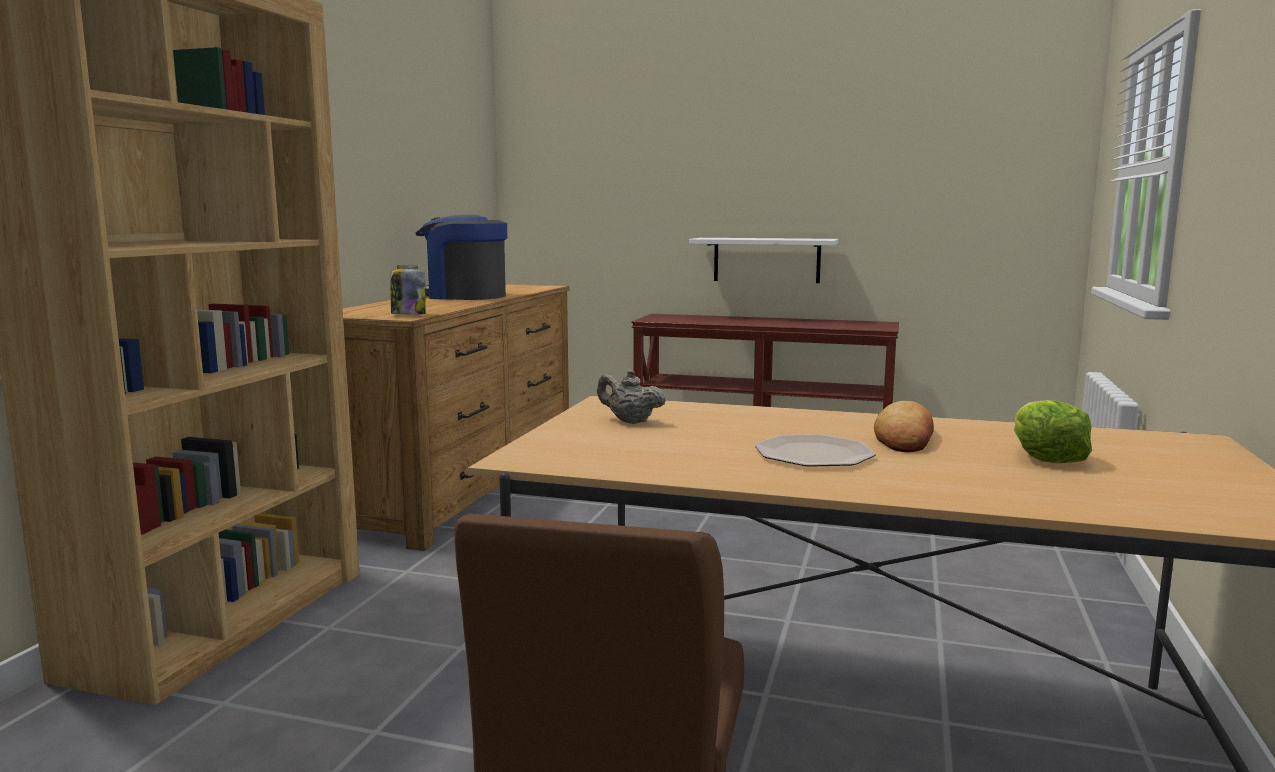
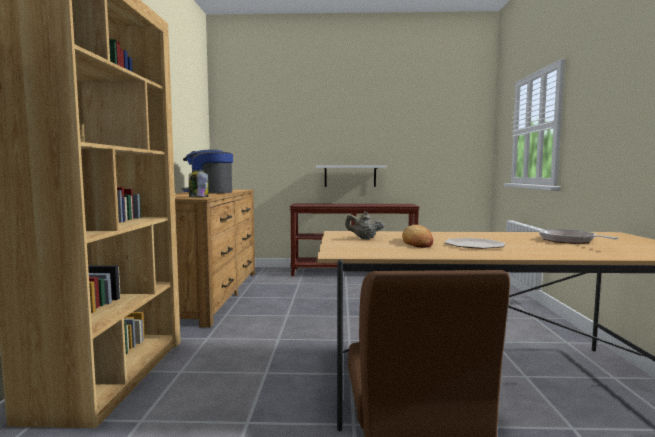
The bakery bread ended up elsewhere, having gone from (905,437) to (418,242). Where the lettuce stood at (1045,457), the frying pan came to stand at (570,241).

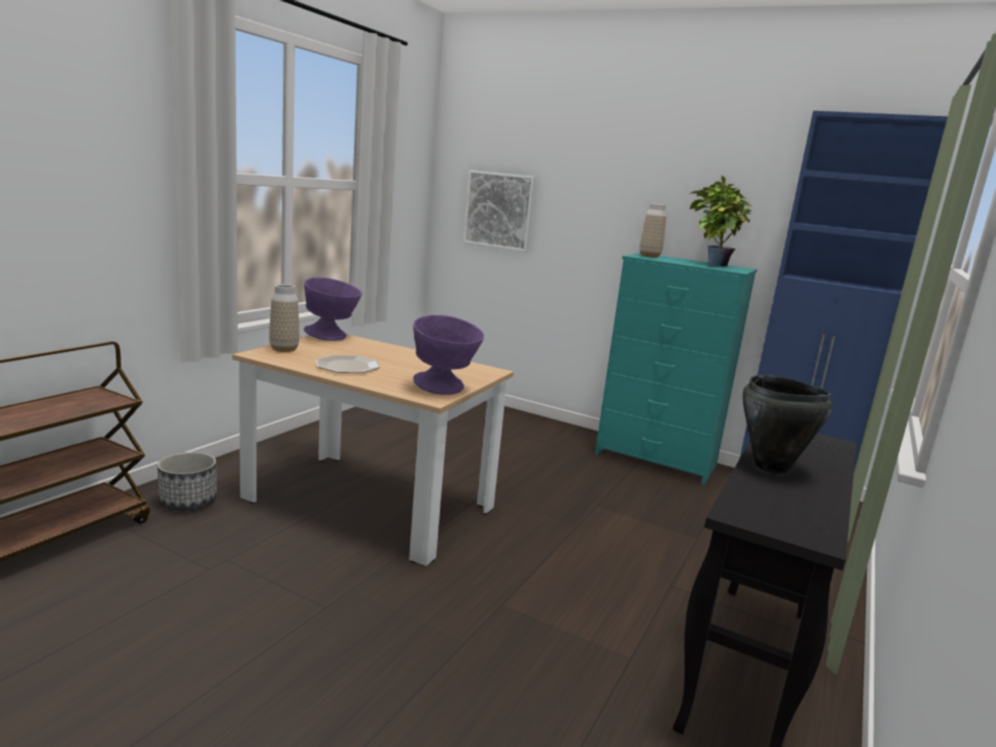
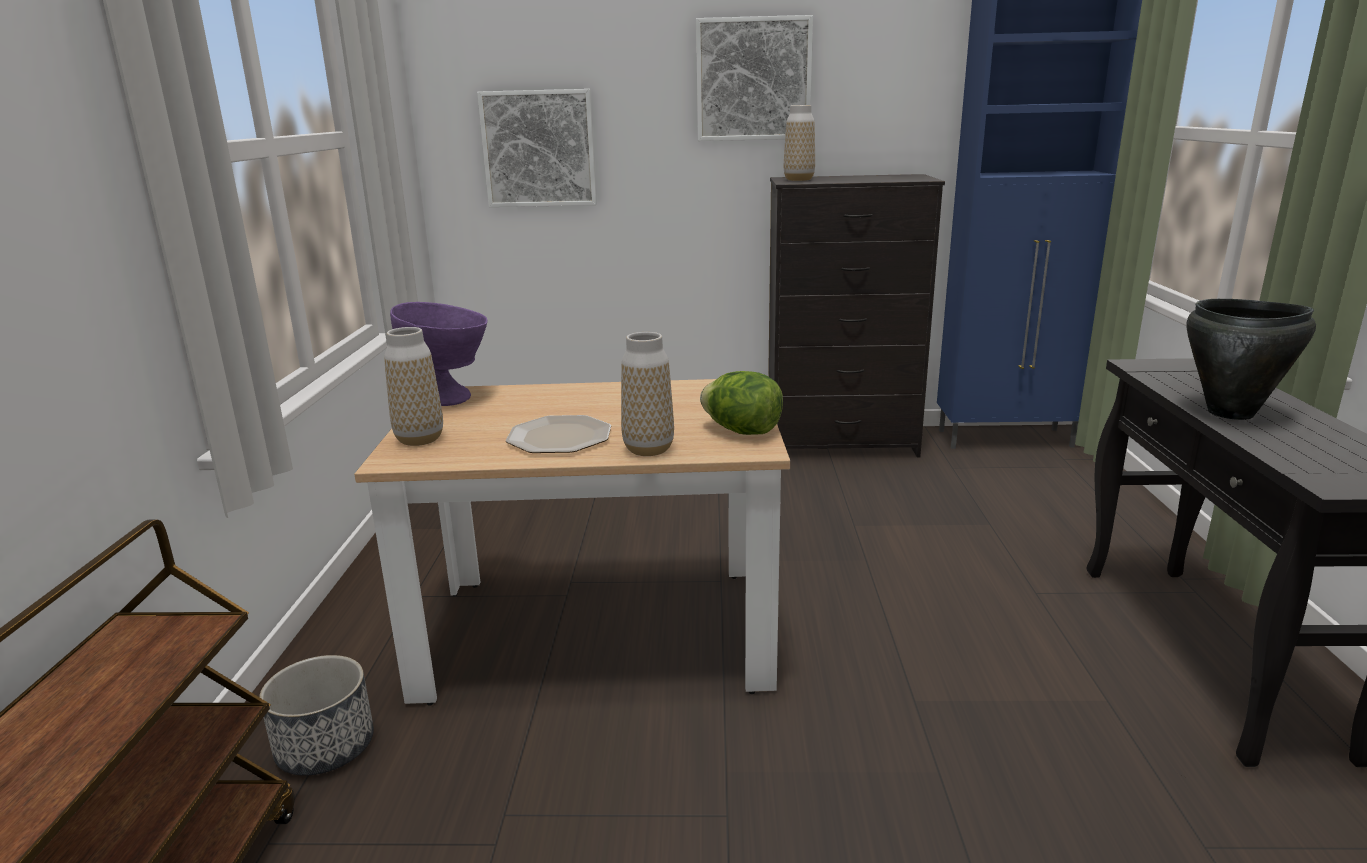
The second view lost the plant in a pot at (711,265). The second view gained the vase at (648,449). The second view gained the wall art at (753,79). Where the purplish deep dish stood at (444,389), the lettuce came to stand at (742,431). What was the blue-green drawer chest at (656,460) turned into the black drawer chest at (842,444).

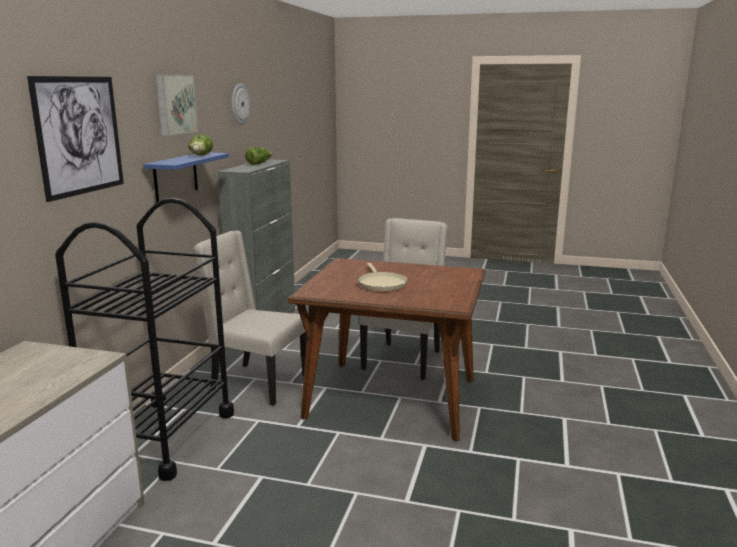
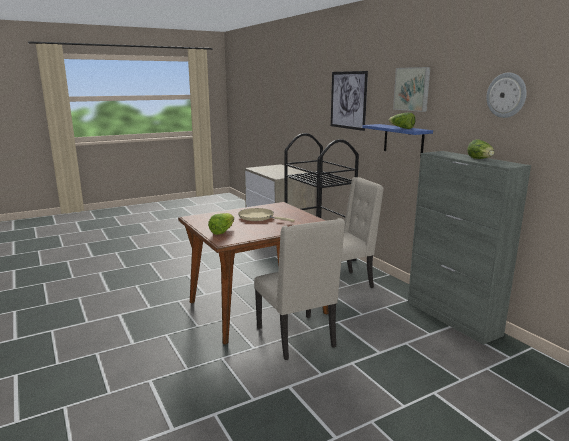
The second view gained the lettuce at (222,231).

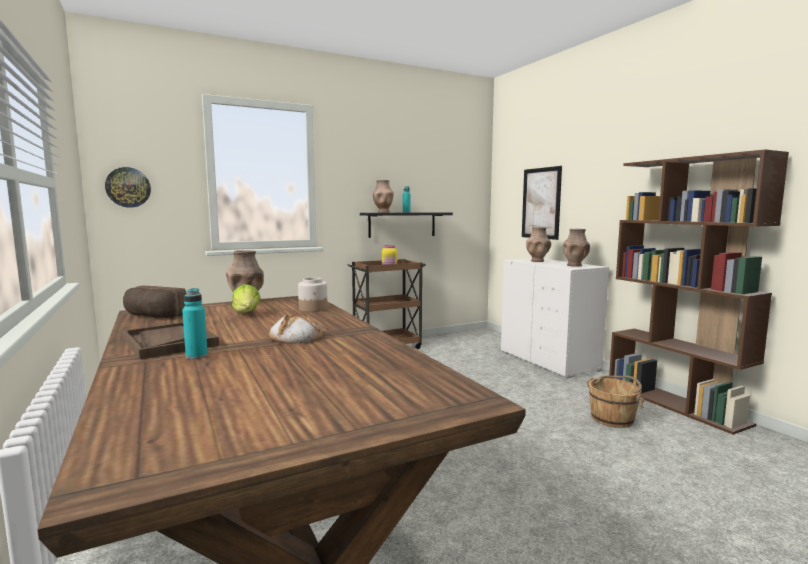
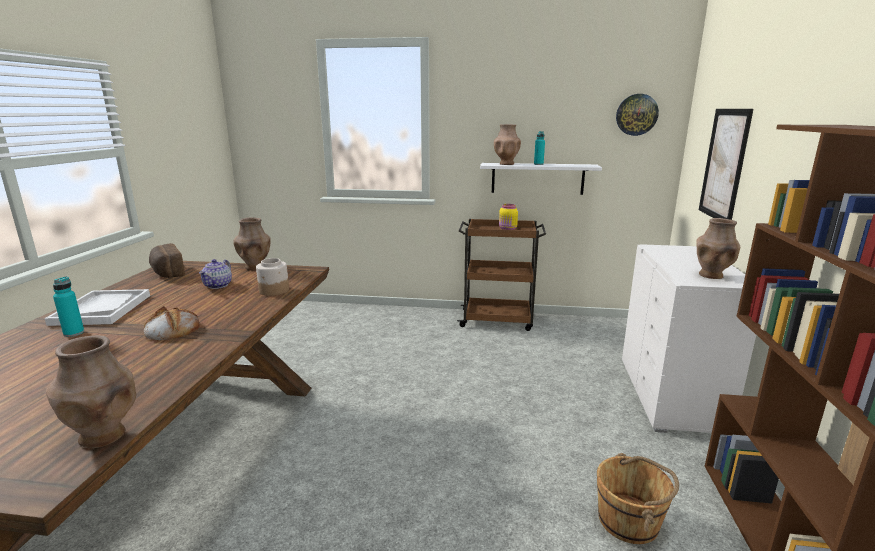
The wall clock ended up elsewhere, having gone from (128,187) to (636,114). The brownish vase ended up elsewhere, having gone from (537,261) to (104,436). Where the lettuce stood at (247,314), the tea pot came to stand at (218,285). What was the brownish carrying tray at (169,342) turned into the white-coloured carrying tray at (102,309). What was the black wall shelf at (402,224) turned into the white-coloured wall shelf at (537,178).

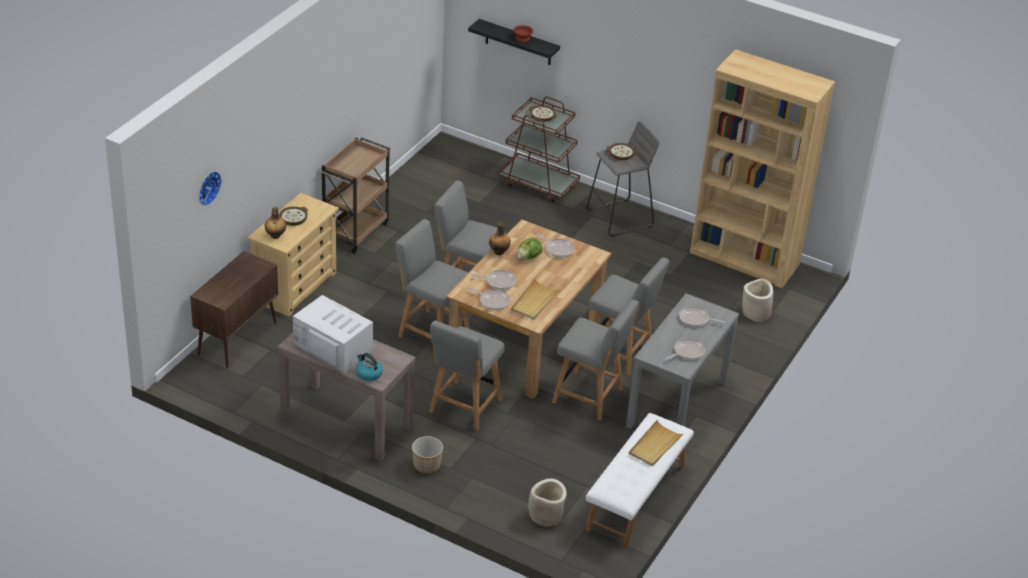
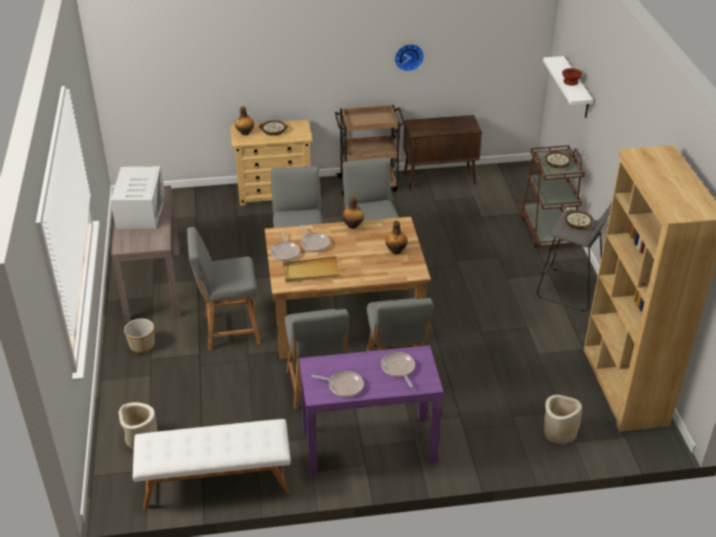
The second view lost the kettle at (368,374). The second view lost the lettuce at (528,257). The second view lost the beige-coloured carrying tray at (655,445). The brownish cabinet ended up elsewhere, having gone from (238,338) to (440,179). The wall clock ended up elsewhere, having gone from (207,187) to (408,56). Where the frying pan stood at (558,249), the bottle came to stand at (396,251). What was the black wall shelf at (518,42) turned into the white-coloured wall shelf at (576,88). What was the gray console table at (677,404) turned into the purplish console table at (368,445).

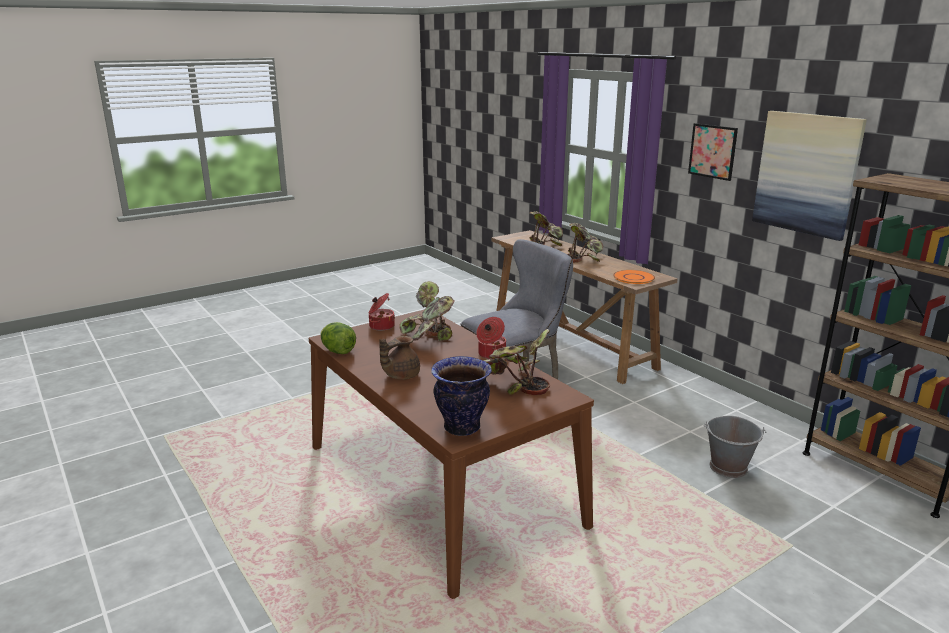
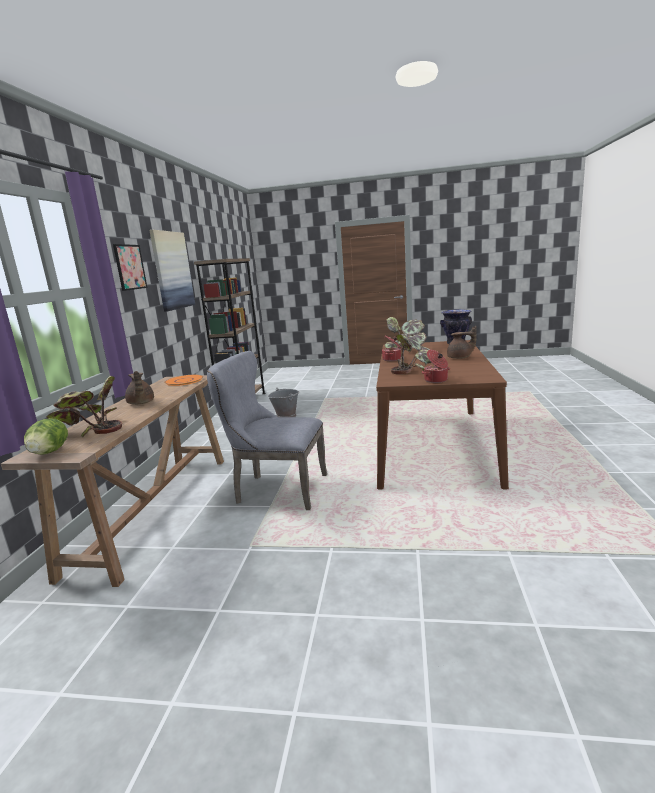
The lettuce ended up elsewhere, having gone from (338,351) to (49,452). Where the plant in a pot stood at (583,258), the brownish tea pot came to stand at (140,403).

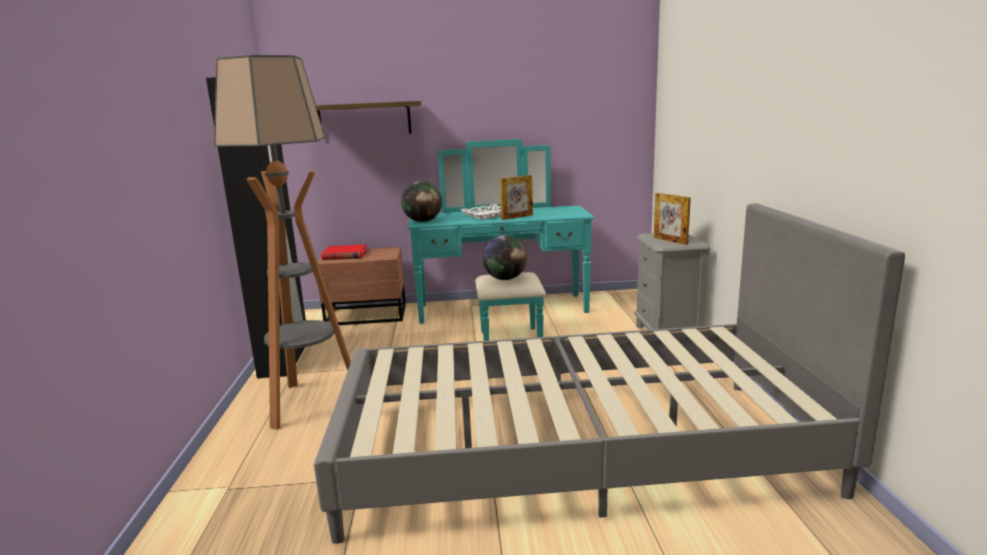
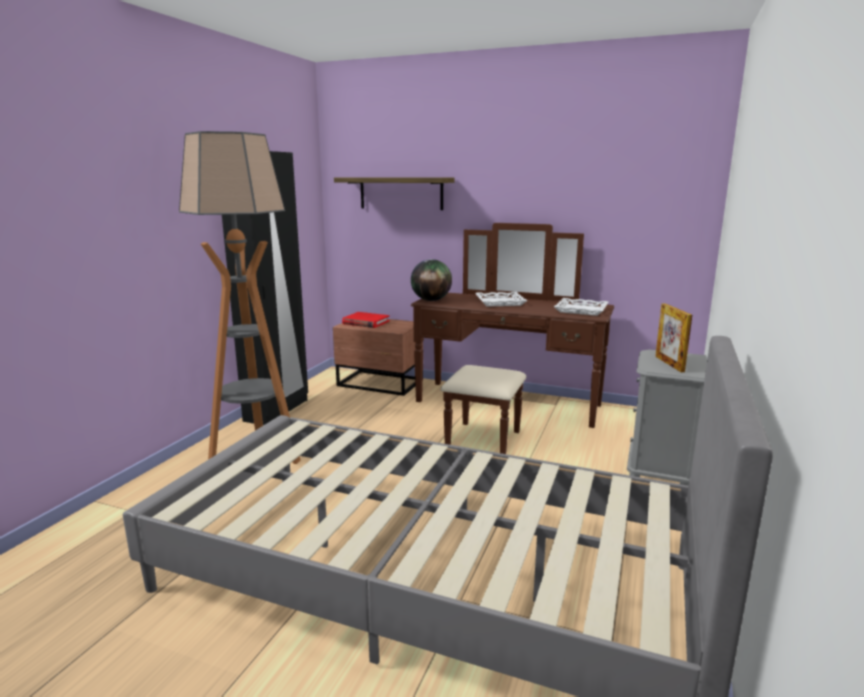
The second view lost the world globe at (505,279). The second view lost the standing frame at (517,217). The second view gained the white-coloured carrying tray at (581,310). What was the blue-green drawer chest at (505,315) turned into the brownish drawer chest at (503,411).

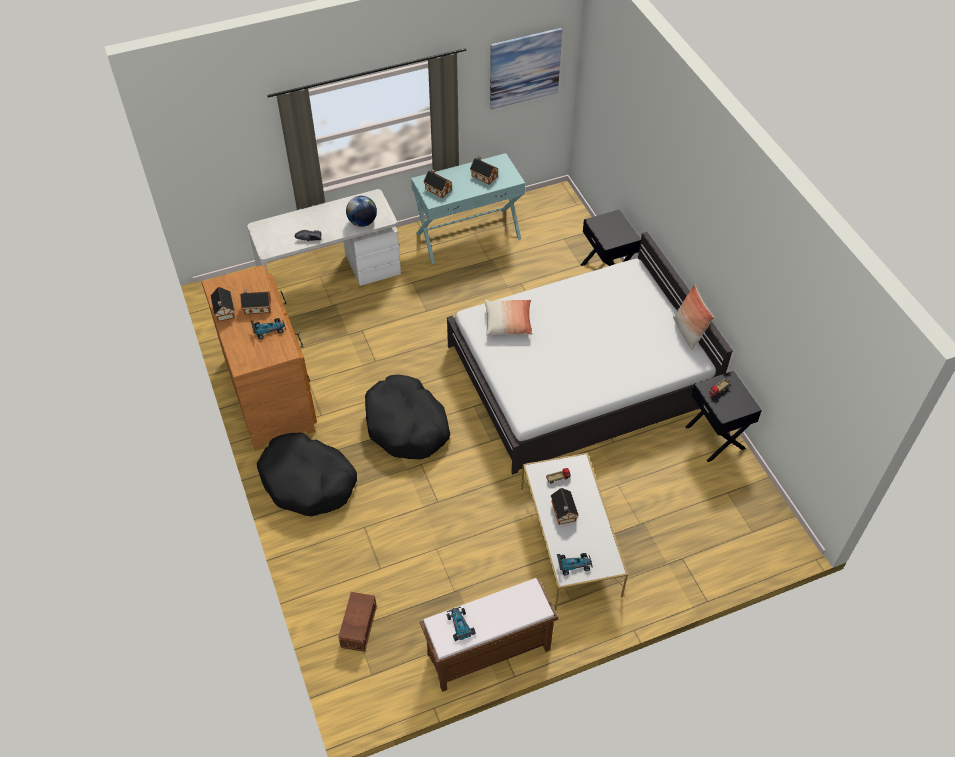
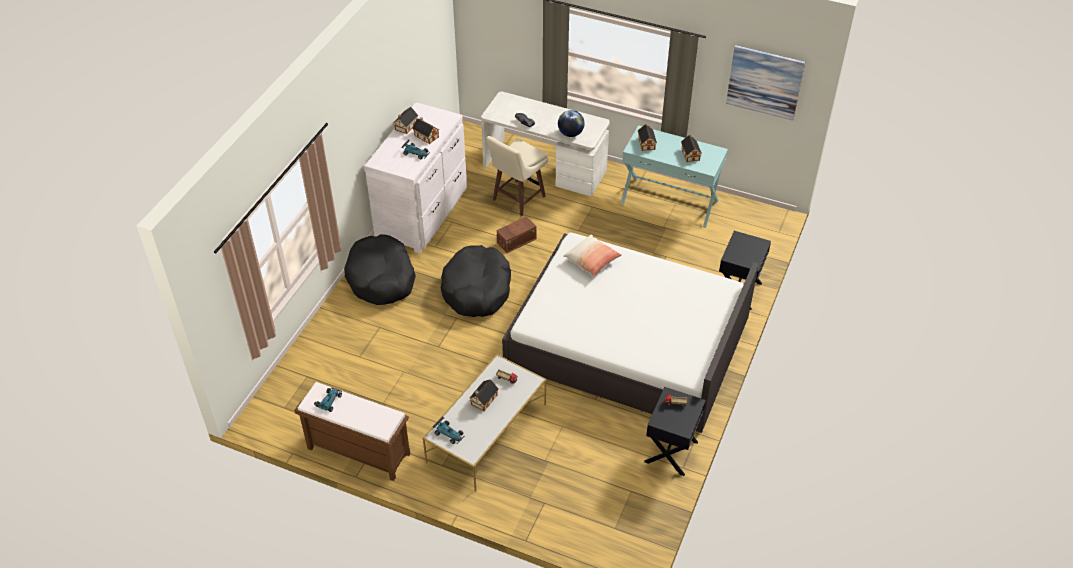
The second view lost the throw pillow at (688,332). The second view gained the beige-coloured sitting stool at (517,199). The brownish storage bin ended up elsewhere, having gone from (358,627) to (516,241). What was the brownish drawer chest at (271,393) turned into the white-coloured drawer chest at (423,213).

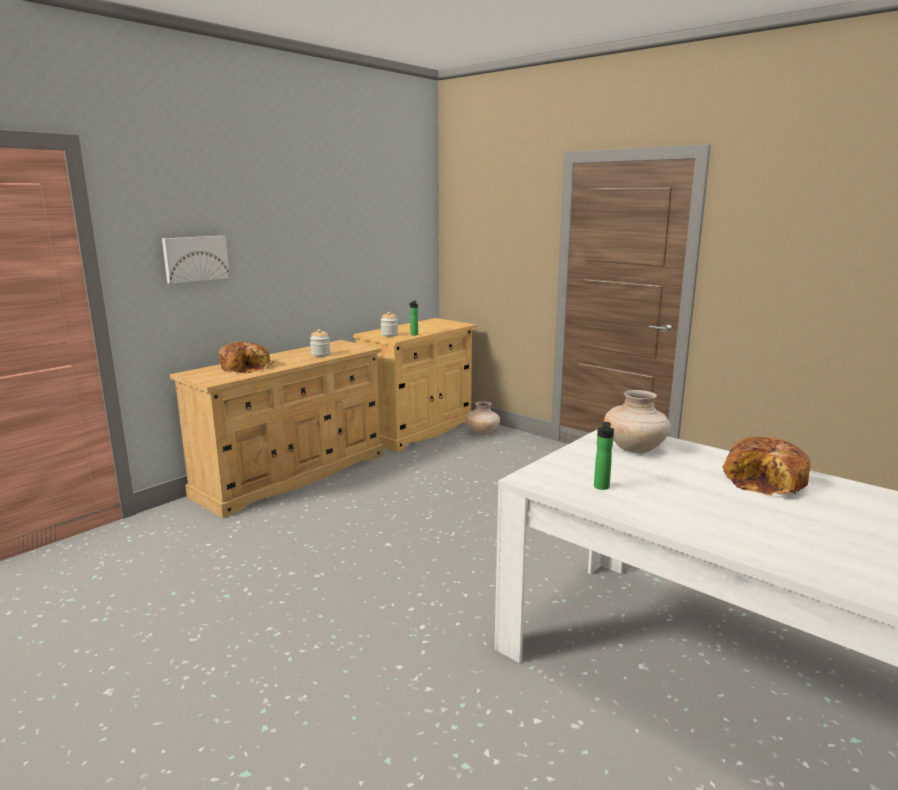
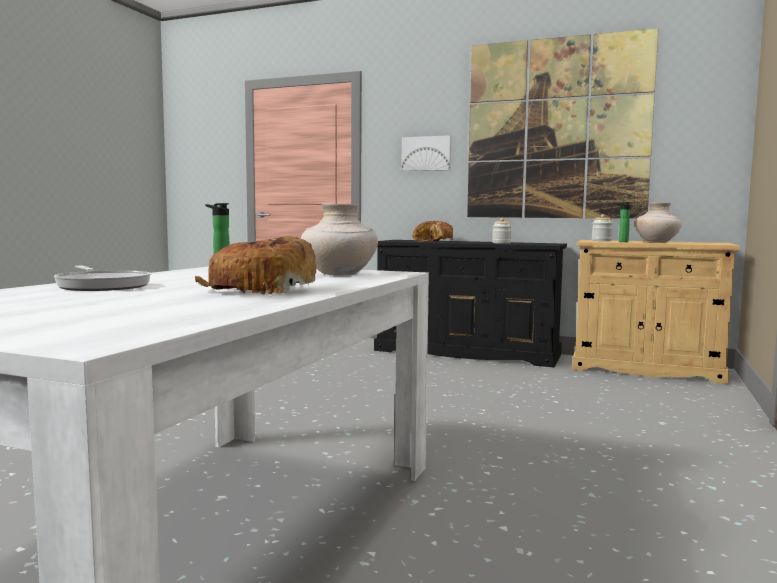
The second view gained the frying pan at (102,286). The second view gained the wall art at (556,129). The beige-coloured vase ended up elsewhere, having gone from (483,433) to (657,242). What was the beige-coloured drawer chest at (293,474) turned into the black drawer chest at (467,352).

